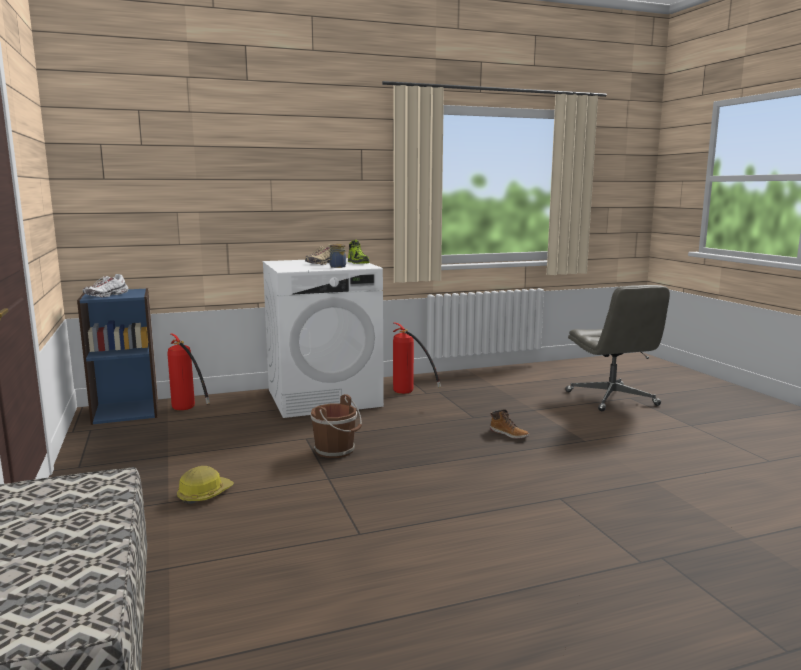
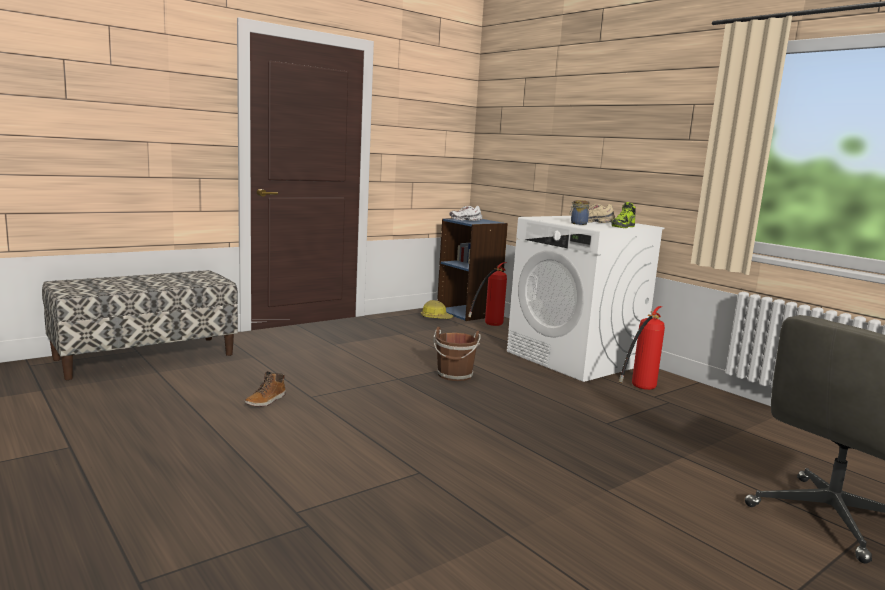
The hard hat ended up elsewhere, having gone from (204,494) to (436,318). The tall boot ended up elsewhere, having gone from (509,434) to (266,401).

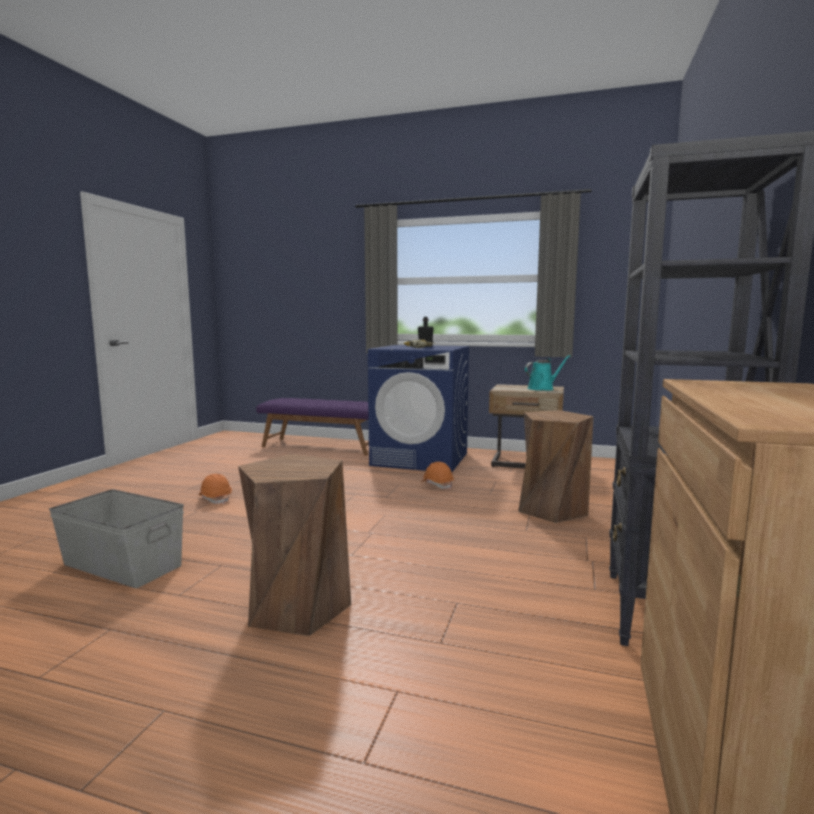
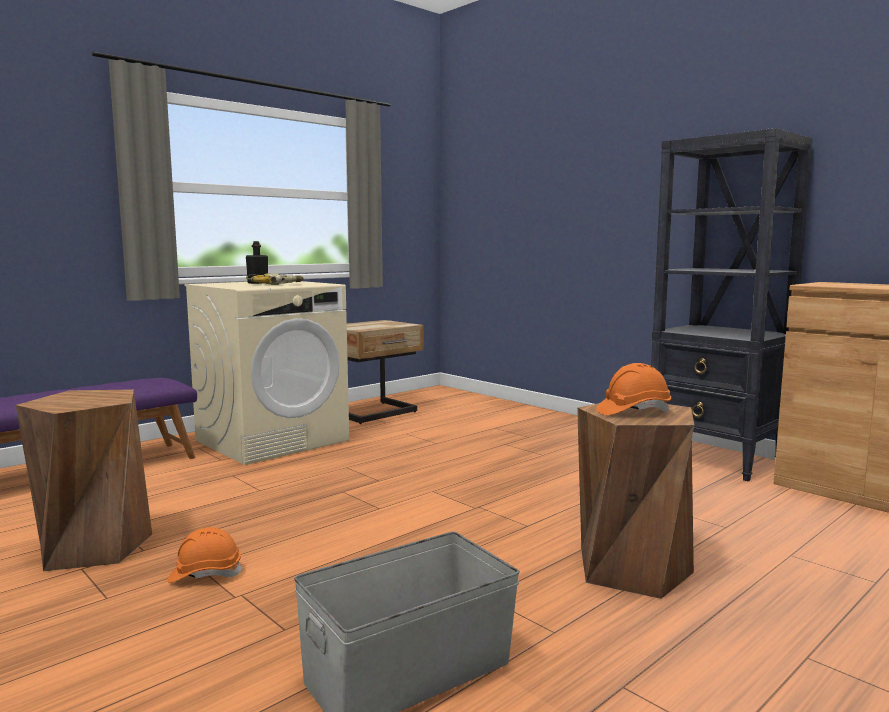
The second view lost the blue-green watering can at (542,388). The orange-coloured hard hat ended up elsewhere, having gone from (437,485) to (633,411). The brownish sitting stool ended up elsewhere, having gone from (552,510) to (93,547). What was the blue laundry appliance at (421,459) turned into the beige-coloured laundry appliance at (273,440).

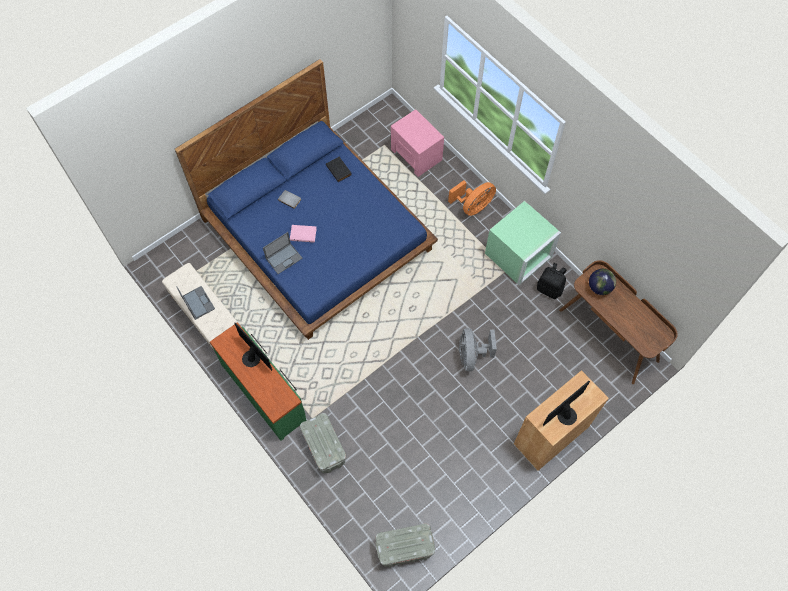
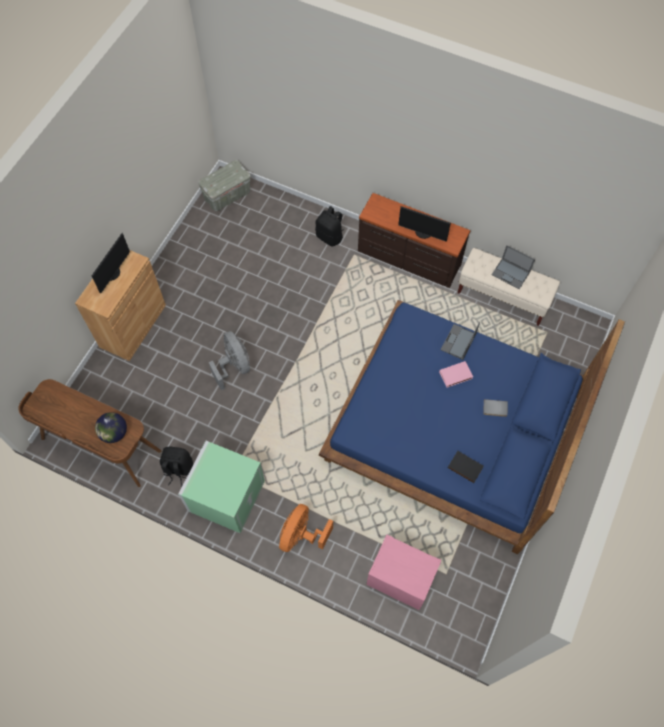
Where the gray storage bin stood at (324,448), the black knapsack came to stand at (330,237). What was the green-coloured drawer chest at (264,391) turned into the brownish drawer chest at (408,258).

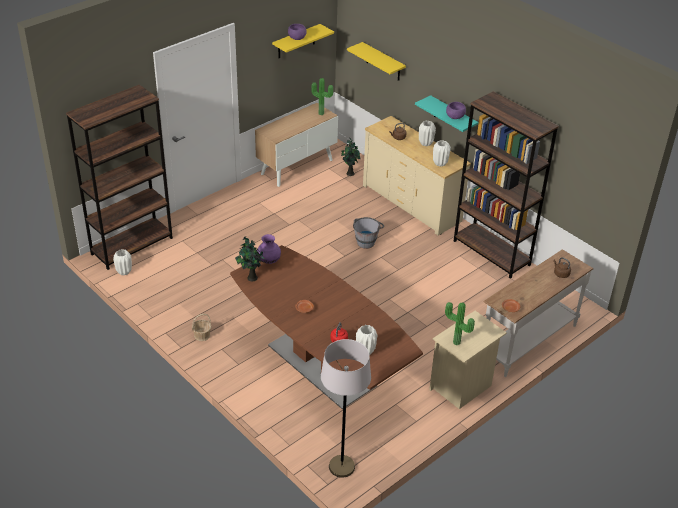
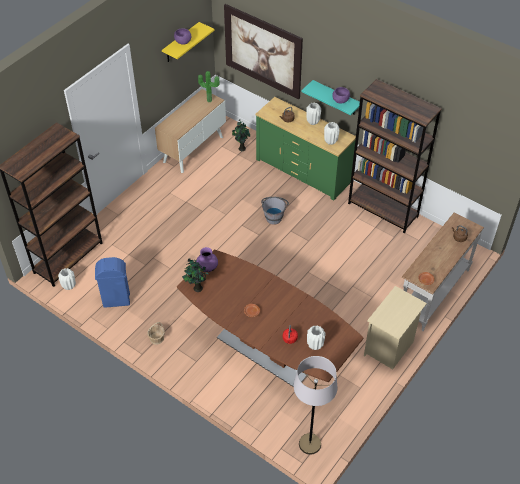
The second view lost the plant in a pot at (456,343). The second view gained the blue rubbish bin at (116,300). Where the yellow wall shelf hung at (383,62), the wall art came to hang at (263,51). What was the beige-coloured drawer chest at (411,203) turned into the green-coloured drawer chest at (303,171).

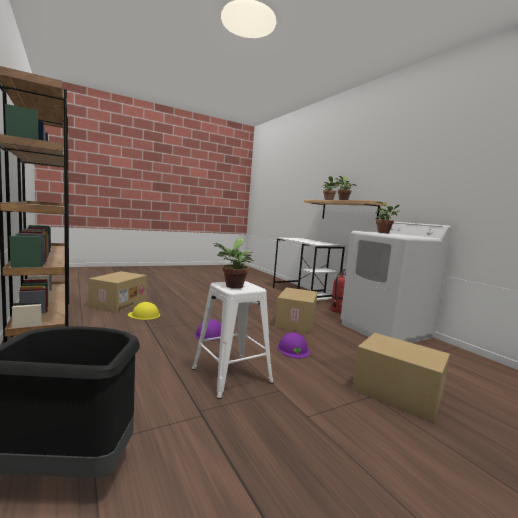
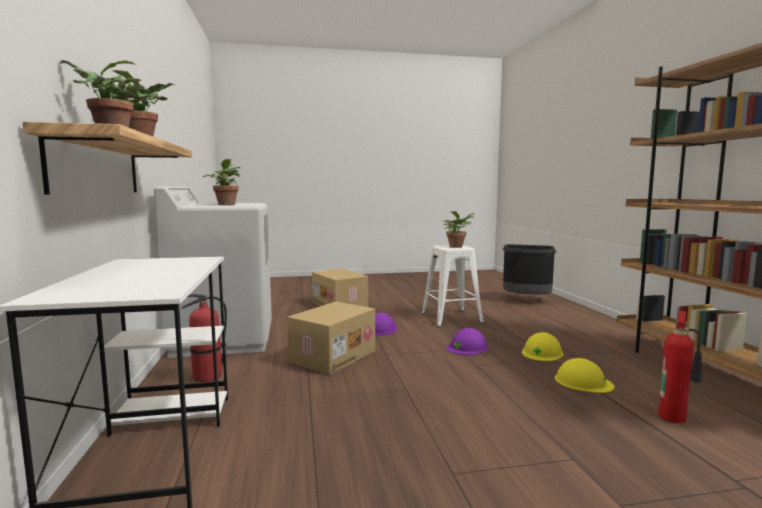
The second view gained the yellow hard hat at (542,352). Where the cardboard box stood at (118,303), the extinguisher came to stand at (674,417).

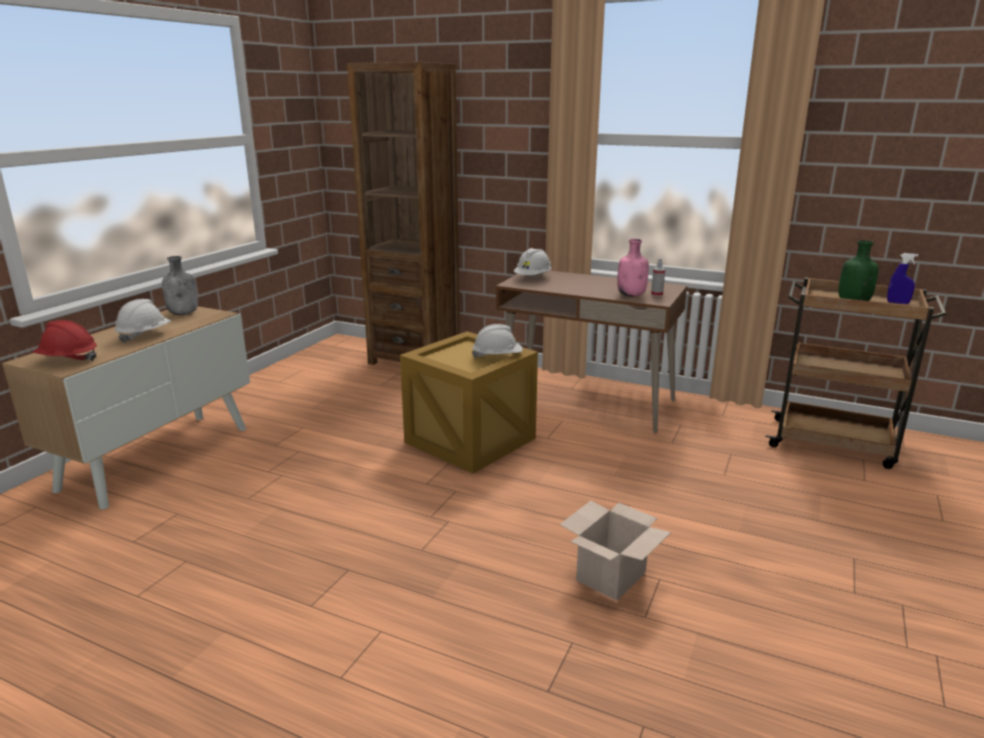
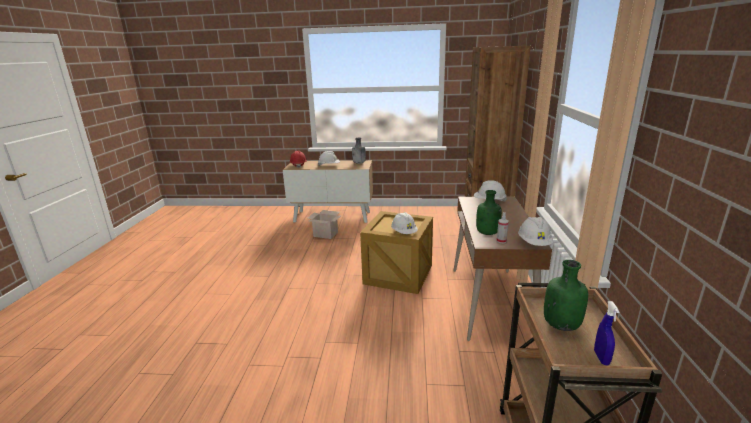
The second view gained the white-coloured hard hat at (534,243). The cardboard box ended up elsewhere, having gone from (611,575) to (326,234). What was the pink-coloured bottle at (631,295) turned into the green-coloured bottle at (487,233).

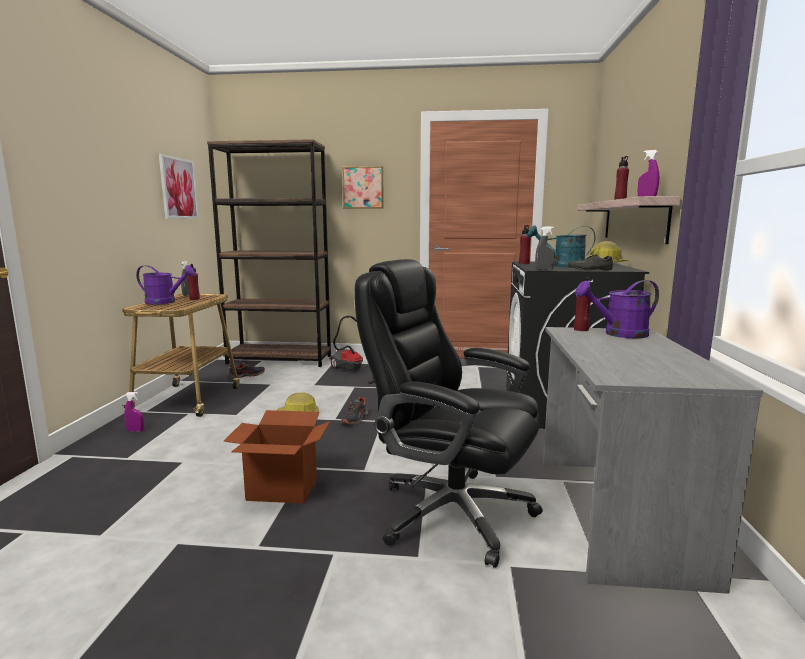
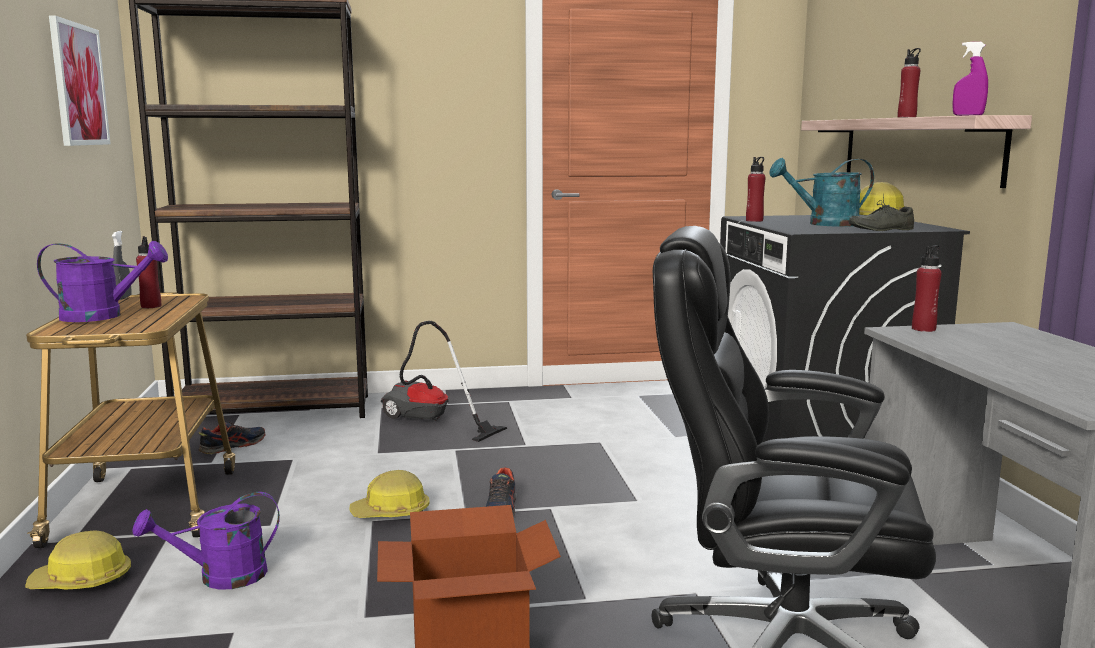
The second view lost the wall art at (363,187). The second view lost the gray spray bottle at (544,270). The purplish watering can ended up elsewhere, having gone from (619,334) to (221,577). Where the purplish spray bottle stood at (135,430), the hard hat came to stand at (82,581).

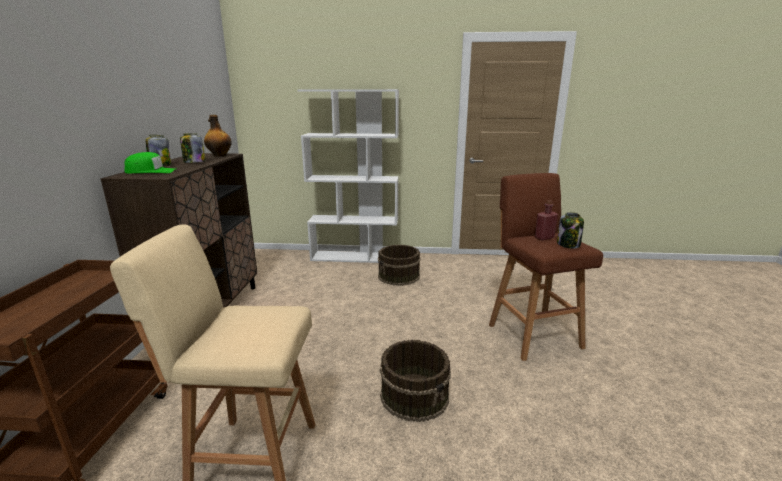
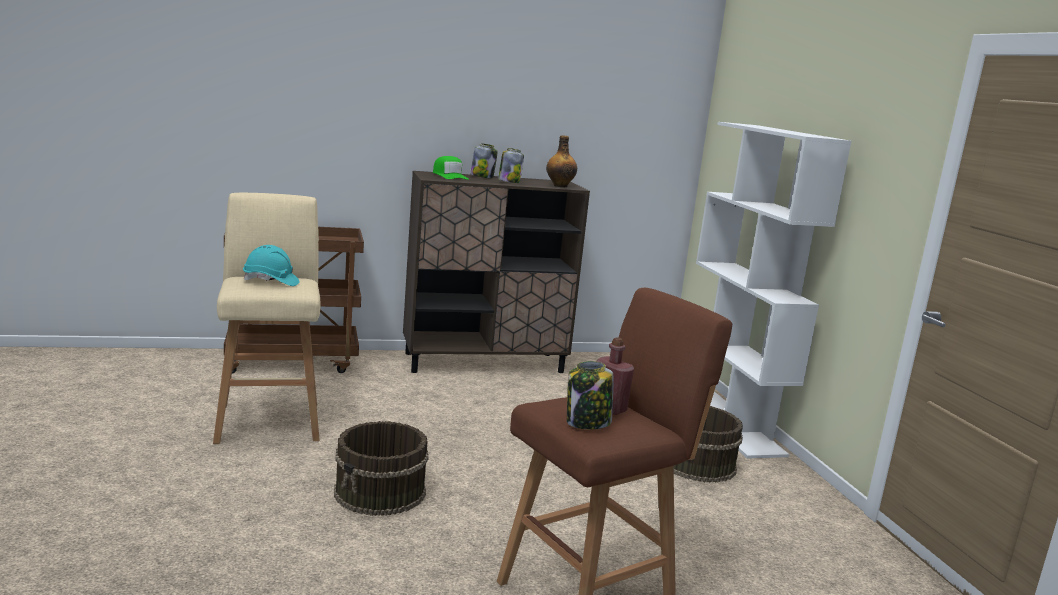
The second view gained the blue-green hard hat at (271,282).

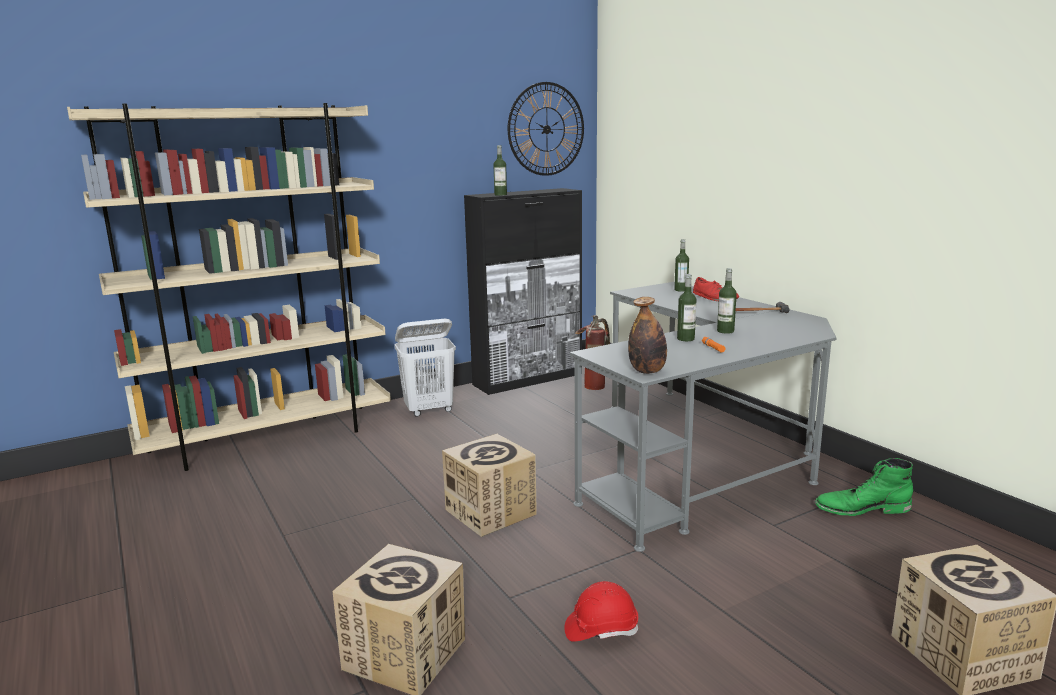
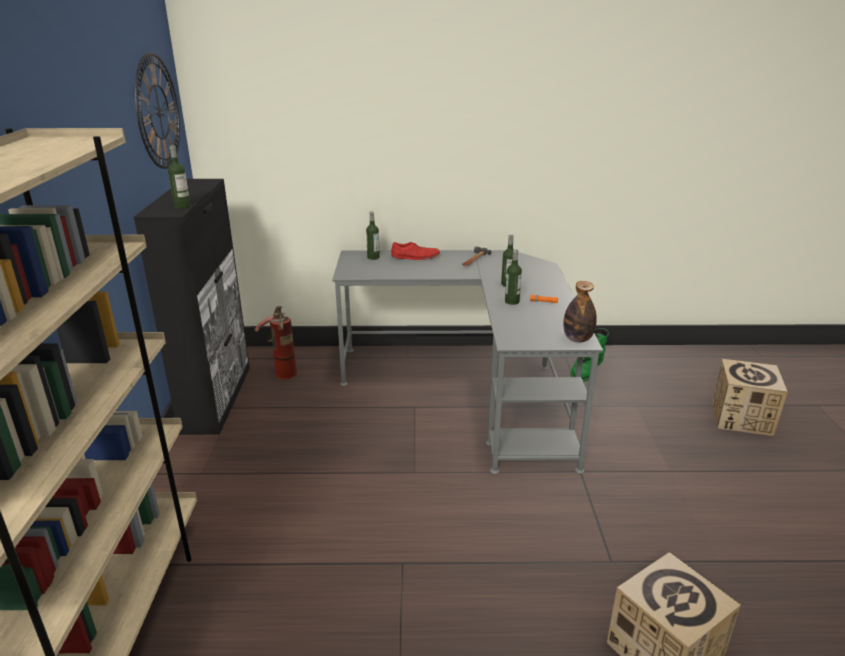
The second view lost the white-coloured hamper at (429,410). The second view lost the cardboard box at (490,512). The second view lost the reddish hard hat at (601,629).

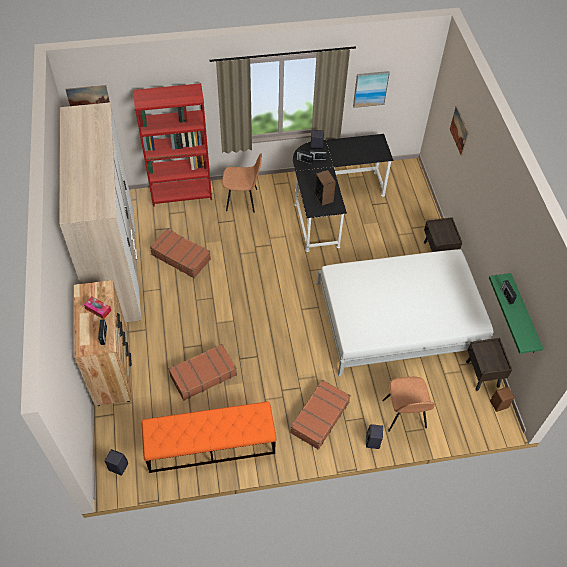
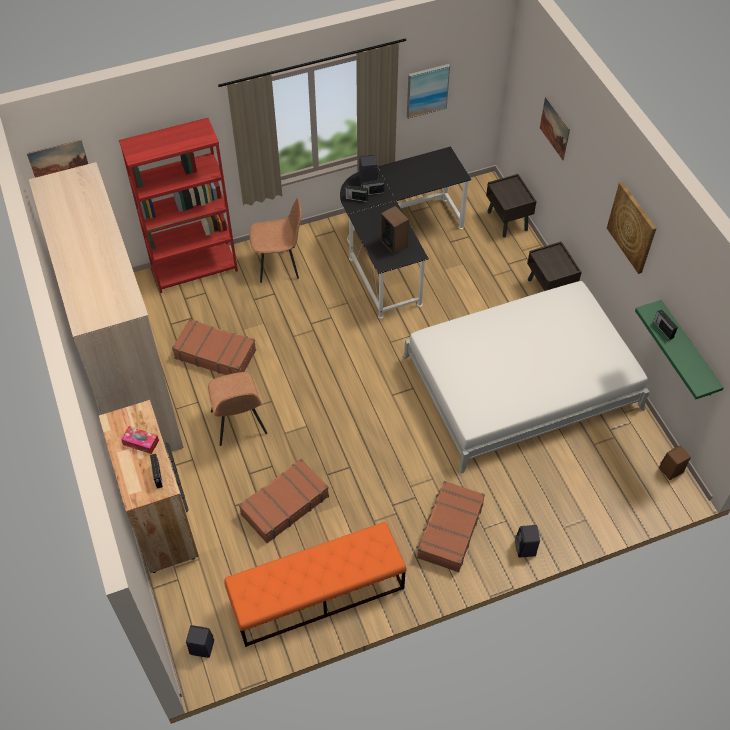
The second view gained the wall art at (632,227). The brownish upright chair ended up elsewhere, having gone from (404,415) to (239,424). The brownish nightstand ended up elsewhere, having gone from (482,374) to (507,221).

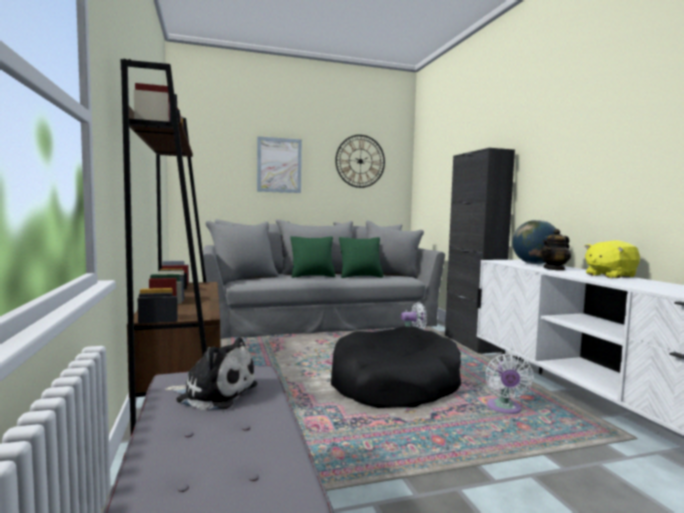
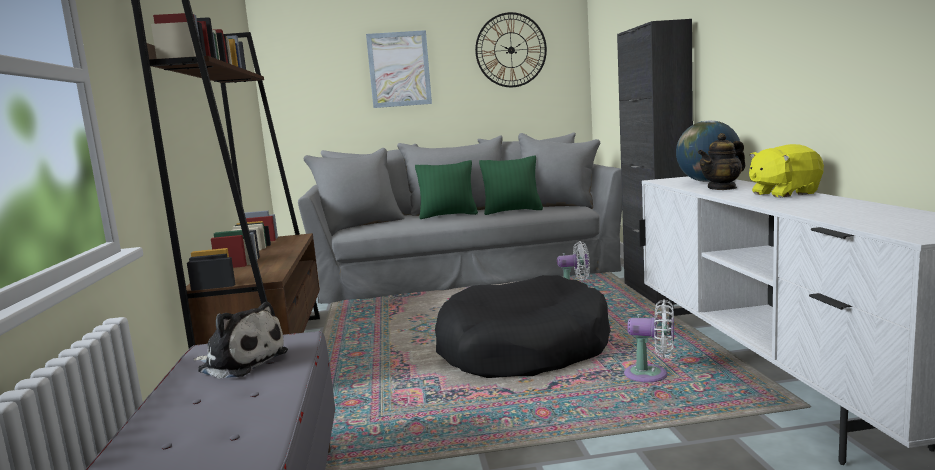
The white-coloured fan at (504,409) ended up facing another way, 90 degrees counterclockwise from before.

